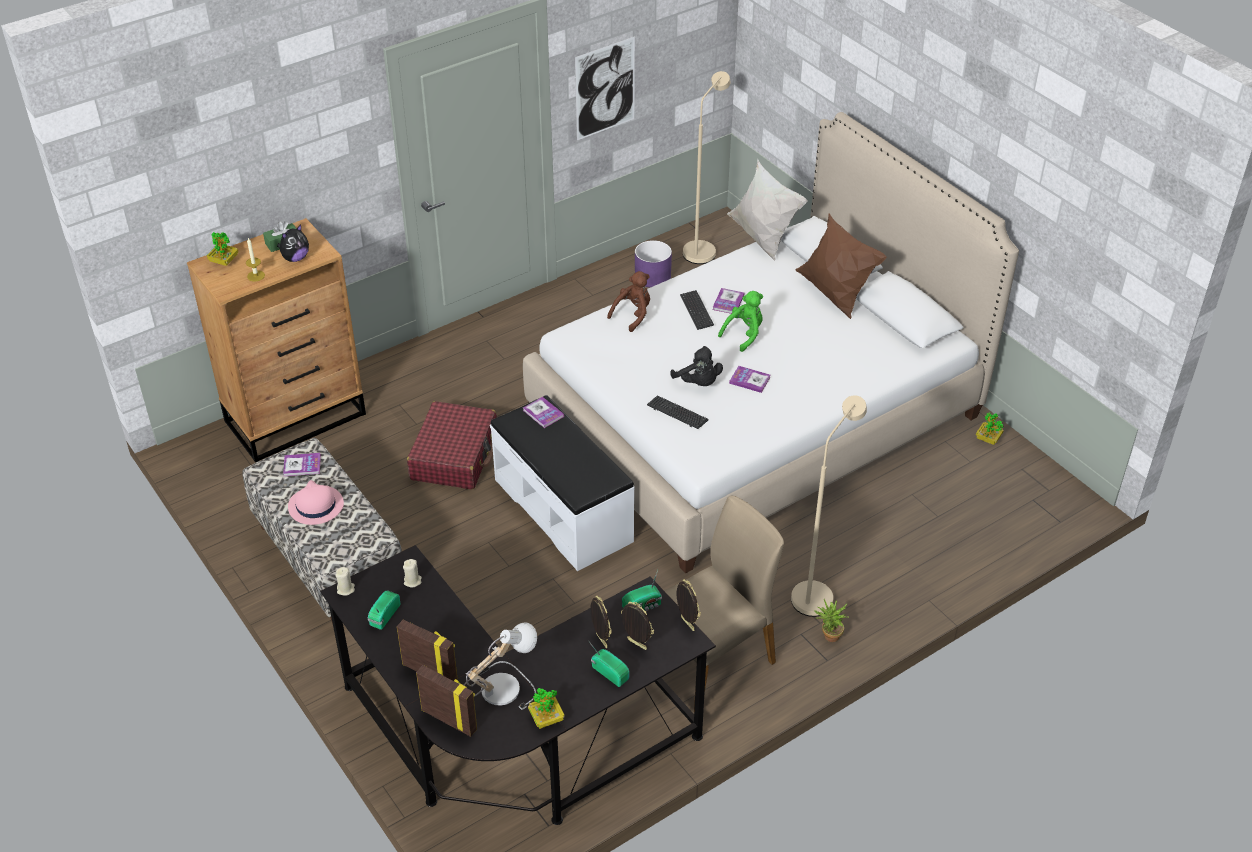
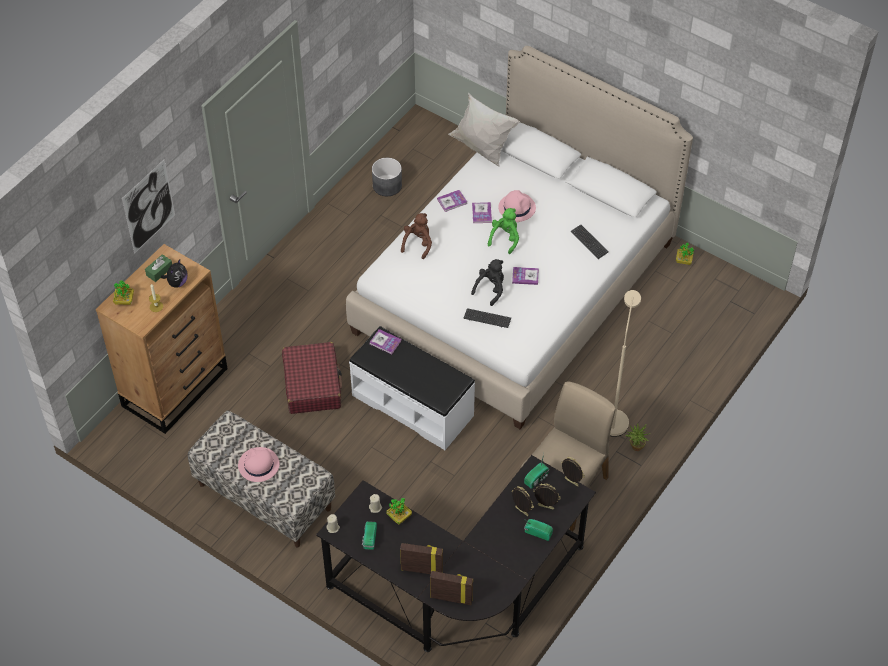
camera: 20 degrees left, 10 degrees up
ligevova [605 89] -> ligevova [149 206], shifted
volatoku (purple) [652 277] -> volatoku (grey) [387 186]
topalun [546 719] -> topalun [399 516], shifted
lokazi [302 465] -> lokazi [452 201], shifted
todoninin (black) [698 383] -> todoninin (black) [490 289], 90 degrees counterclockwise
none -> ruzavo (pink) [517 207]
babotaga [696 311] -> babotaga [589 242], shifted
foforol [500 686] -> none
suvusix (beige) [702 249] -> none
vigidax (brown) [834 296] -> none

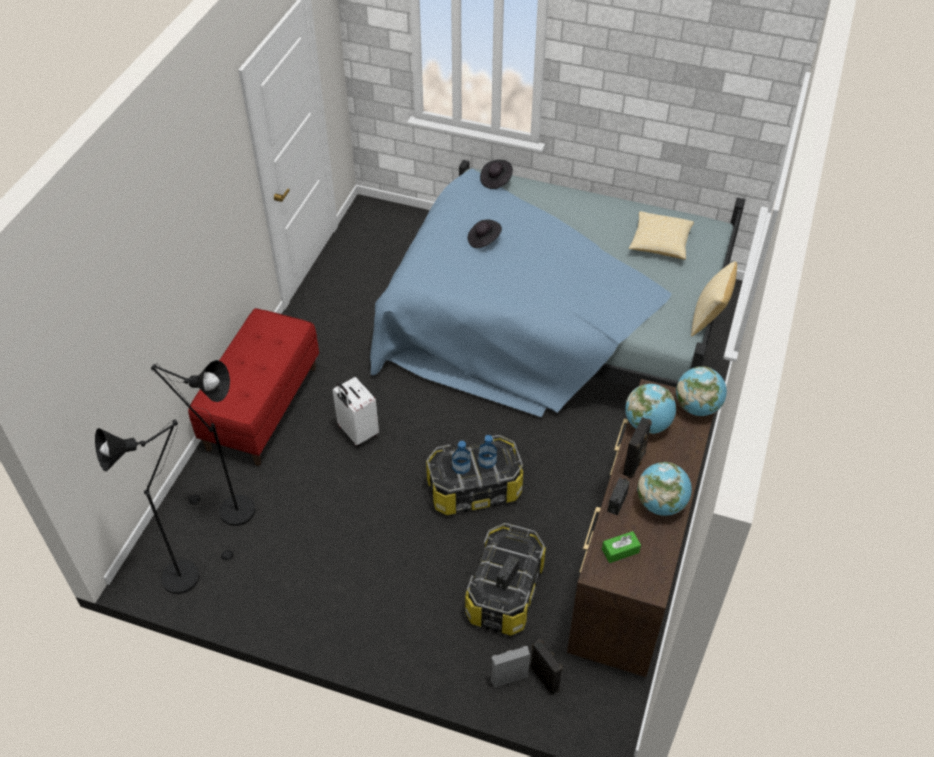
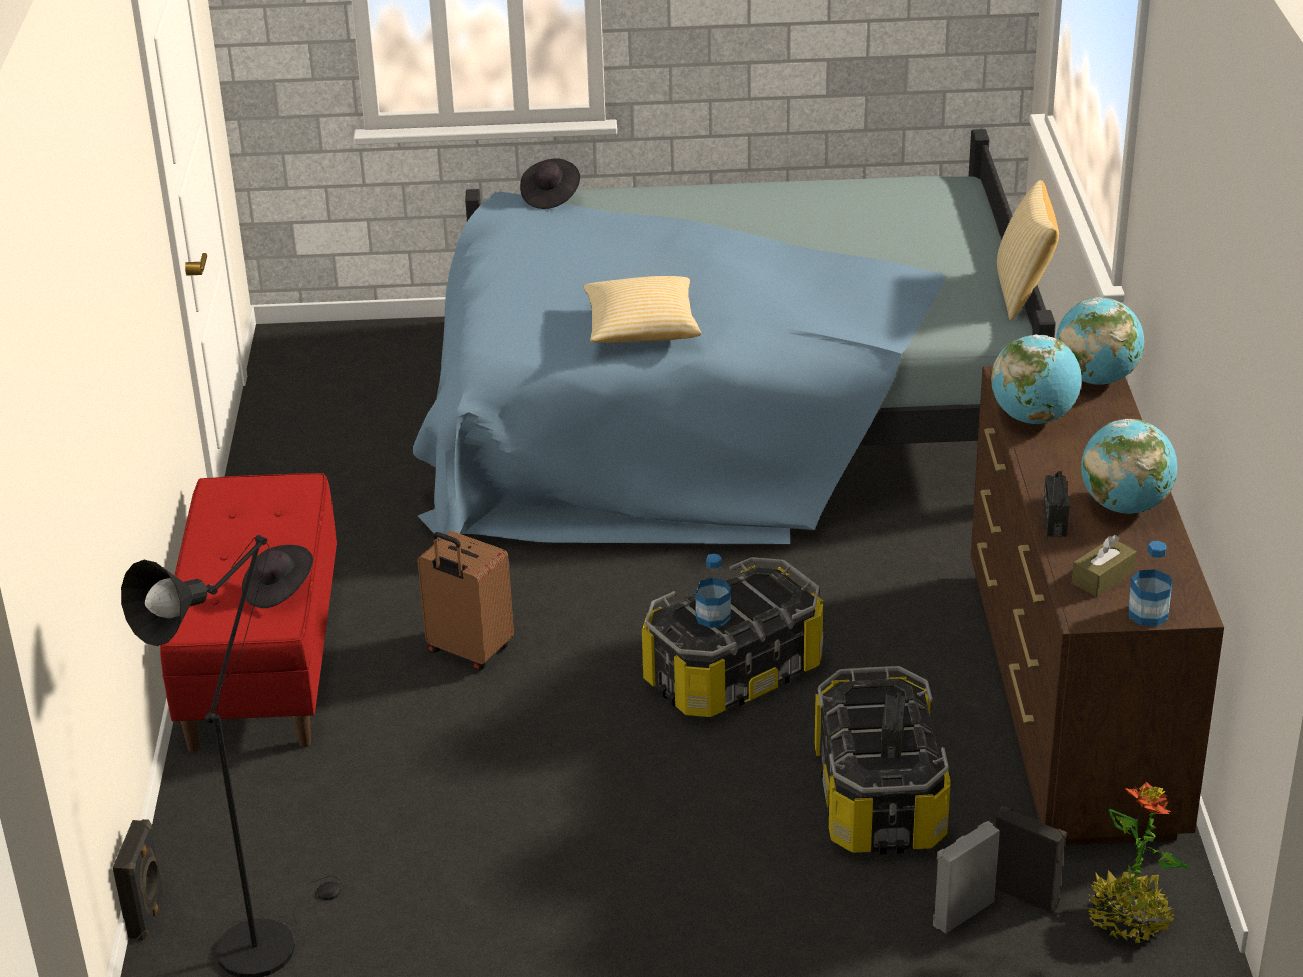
camera: 20 degrees left, 15 degrees down
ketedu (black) [635 463] -> ketedu (black) [148 915], shifted
ruzavo (black) [483 240] -> ruzavo (black) [278 590], shifted
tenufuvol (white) [357 432] -> tenufuvol (brown) [468 651]
vigidax [660 243] -> vigidax [641 329], shifted
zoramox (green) [620 551] -> zoramox (brown) [1102 577]
none -> topalun [1129 920]
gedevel [487 461] -> gedevel [1148 614], shifted
suvusix (black) [230 510] -> none

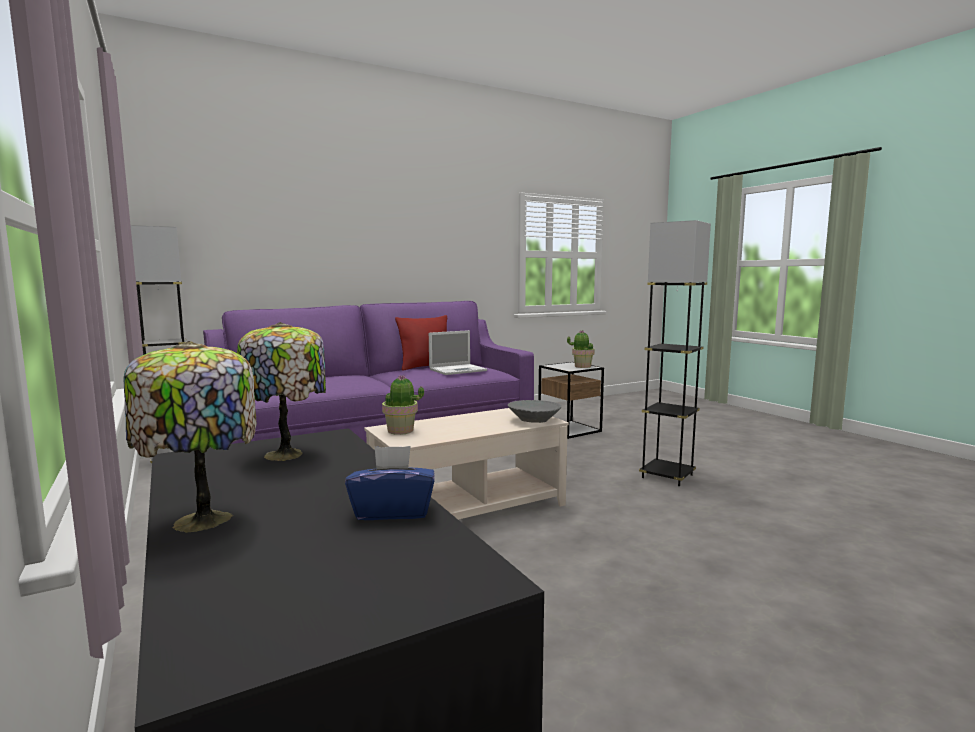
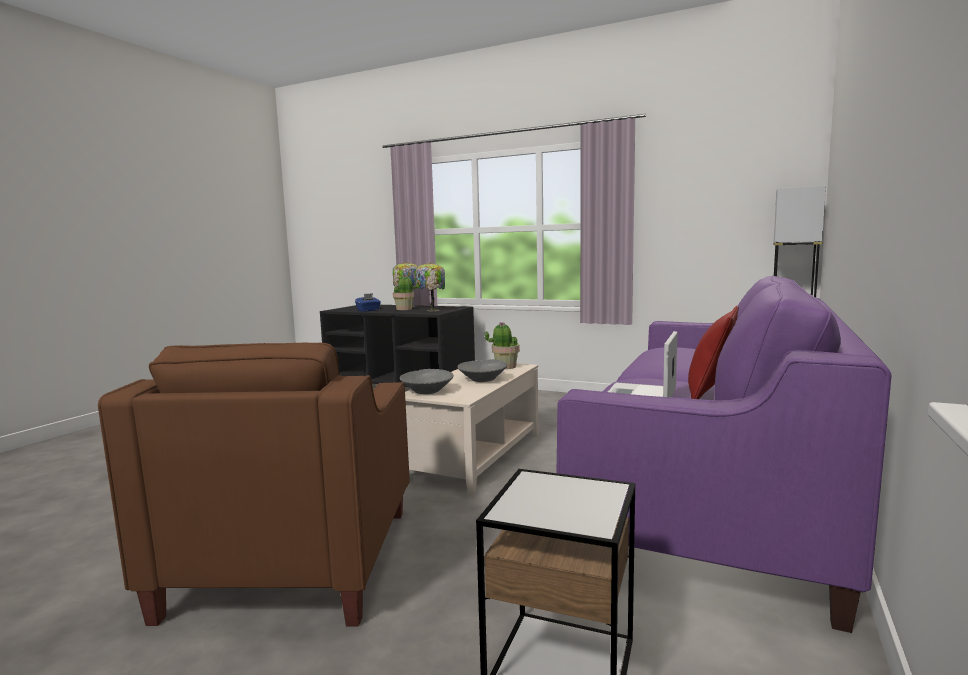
camera: 145 degrees right, 0 degrees up
suvusix (black) [667 476] -> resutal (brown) [294 560]
topalun [582 366] -> topalun [404 309], shifted
none -> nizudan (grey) [483 379]

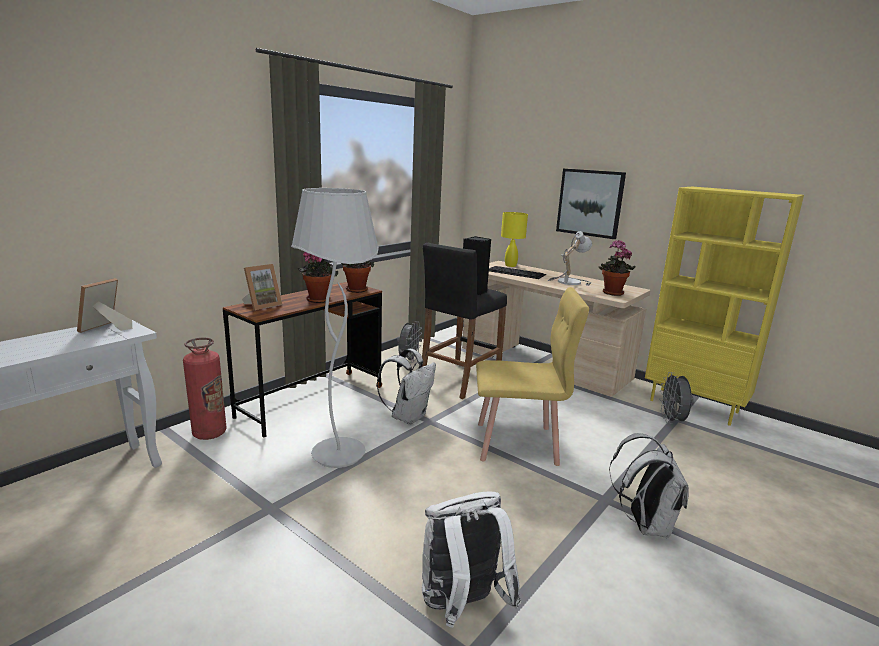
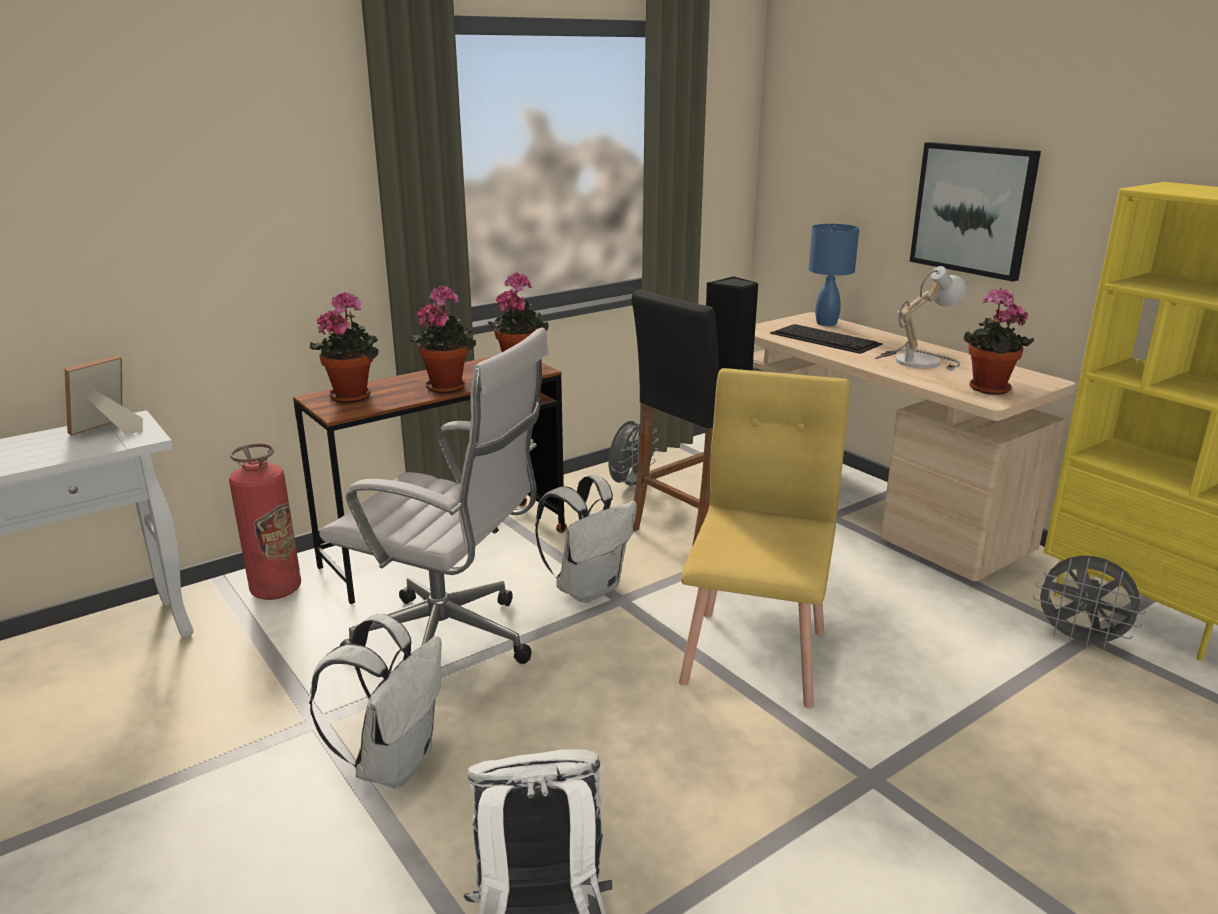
camera: 15 degrees right, 5 degrees up
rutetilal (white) [644 524] -> rutetilal (white) [394 762], shifted
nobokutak [262 305] -> topalun [353 395]
suvusix (white) [339 454] -> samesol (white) [451 644]
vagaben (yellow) [517 444] -> vagaben (yellow) [756 656], 90 degrees counterclockwise
foforol (yellow) [511 265] -> foforol (blue) [827 323]
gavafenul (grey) [672 421] -> gavafenul (grey) [1079 640], 75 degrees counterclockwise

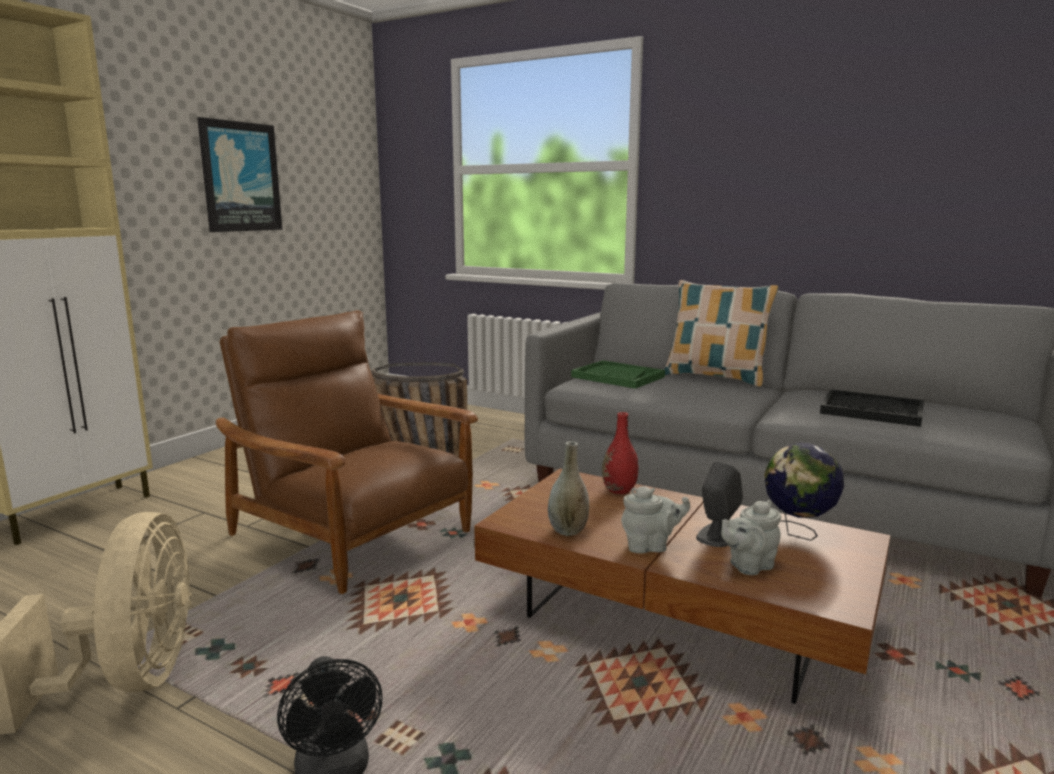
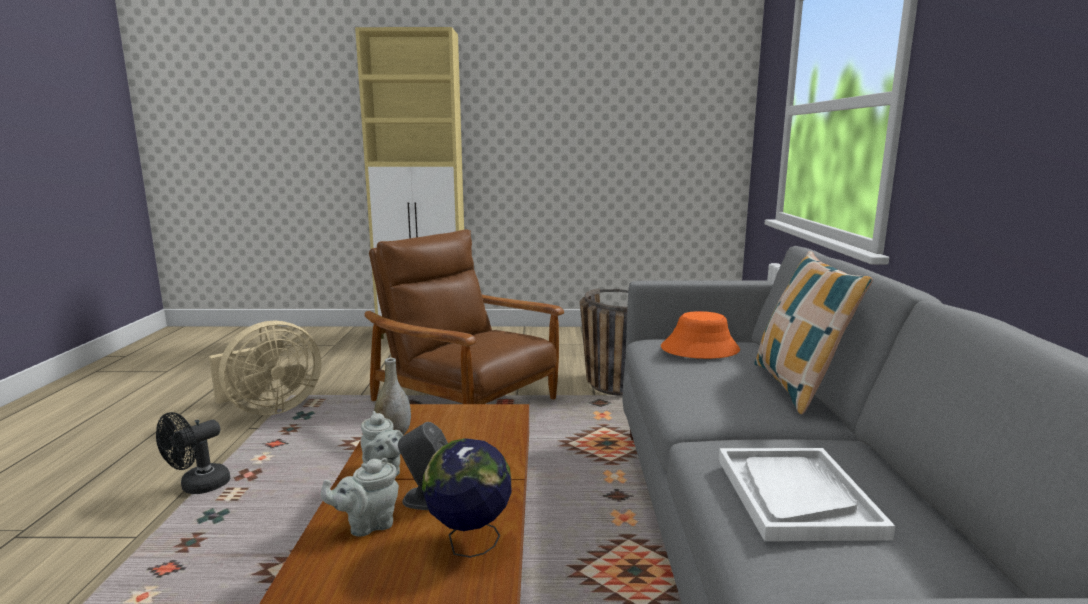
camera: 60 degrees right, 0 degrees up
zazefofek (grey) [748 566] -> zazefofek (grey) [367 525], 60 degrees counterclockwise
resutal (brown) [353 534] -> resutal (brown) [466 401], 60 degrees counterclockwise
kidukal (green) [617 377] -> ruzavo (orange) [699 349]
kidukal (black) [871 411] -> kidukal (white) [795 495]
ligevova [240 177] -> none
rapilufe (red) [619 490] -> none

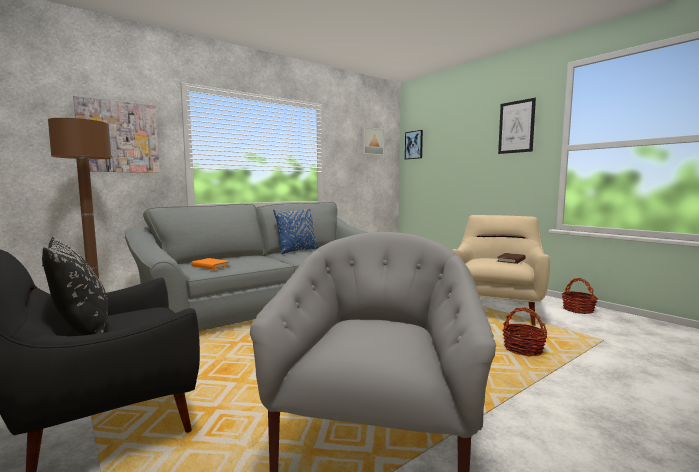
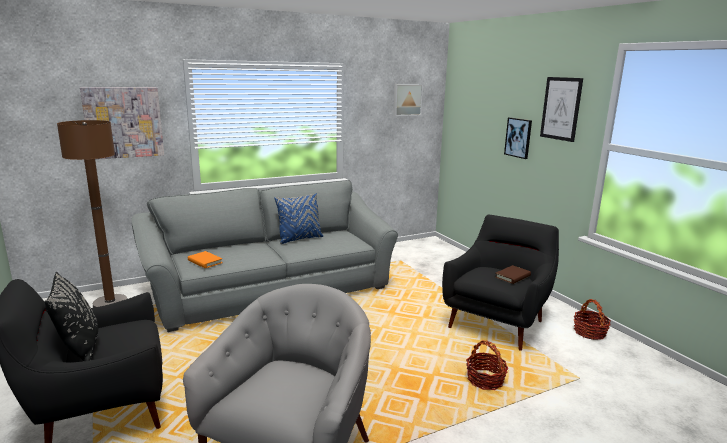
camera: 10 degrees right, 10 degrees up
resutal (beige) [496 309] -> resutal (black) [497 322]
ligevova [414 145] -> ligevova [518 137], shifted

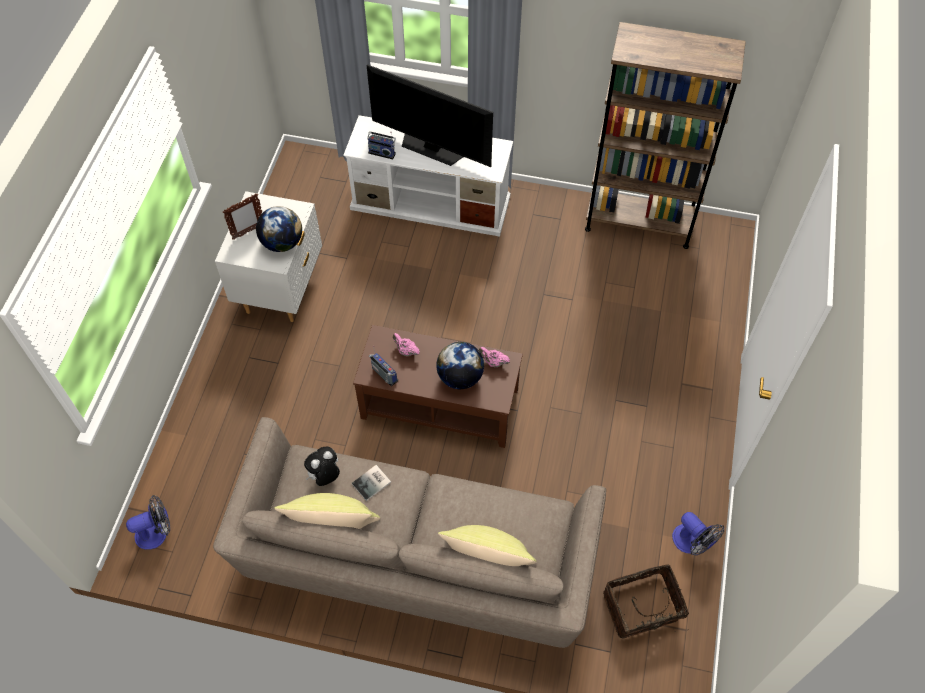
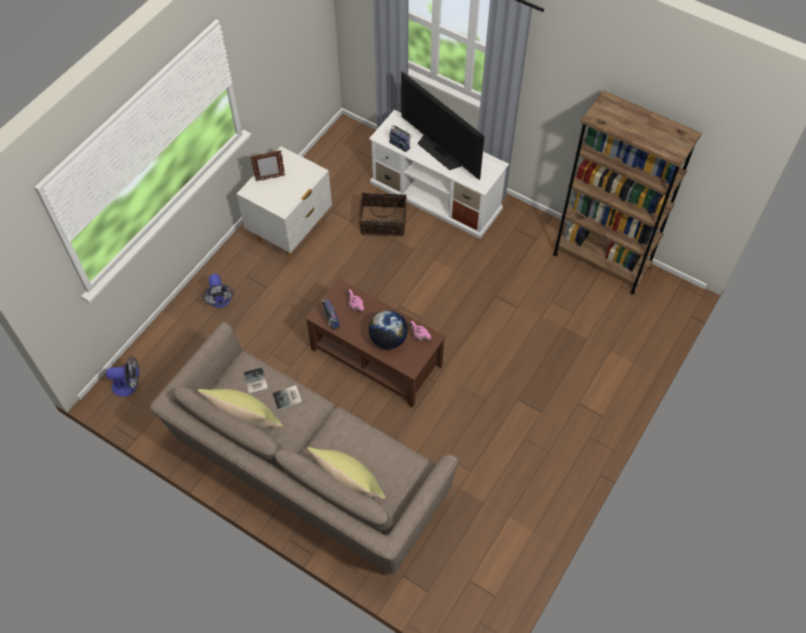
camera: 20 degrees right, 0 degrees up
gavafenul [692 543] -> gavafenul [220 301], shifted
todoninin [325 476] -> lokazi [255 382]
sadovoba [641 609] -> sadovoba [383 223], shifted
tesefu [282 243] -> none

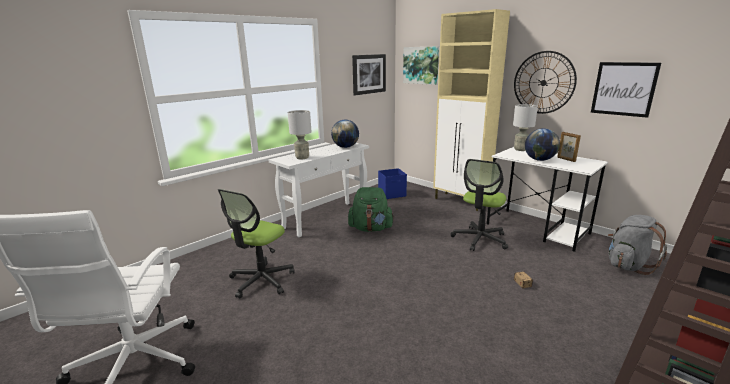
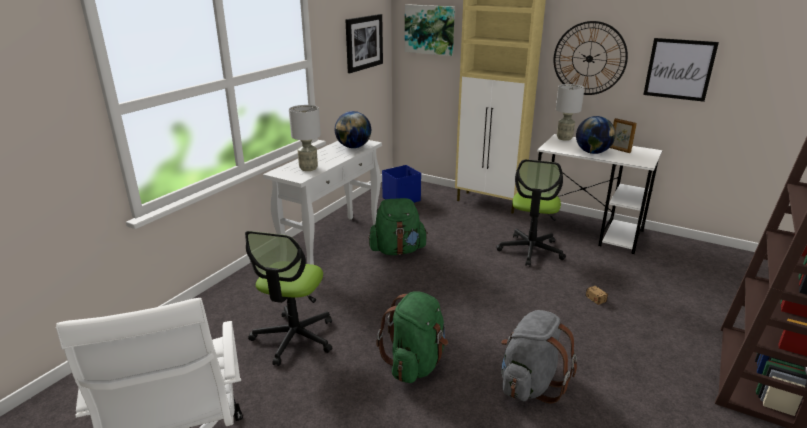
camera: 15 degrees left, 5 degrees up
none -> rutetilal (green) [416 363]
rutetilal (grey) [628 265] -> rutetilal (grey) [530 384], shifted

